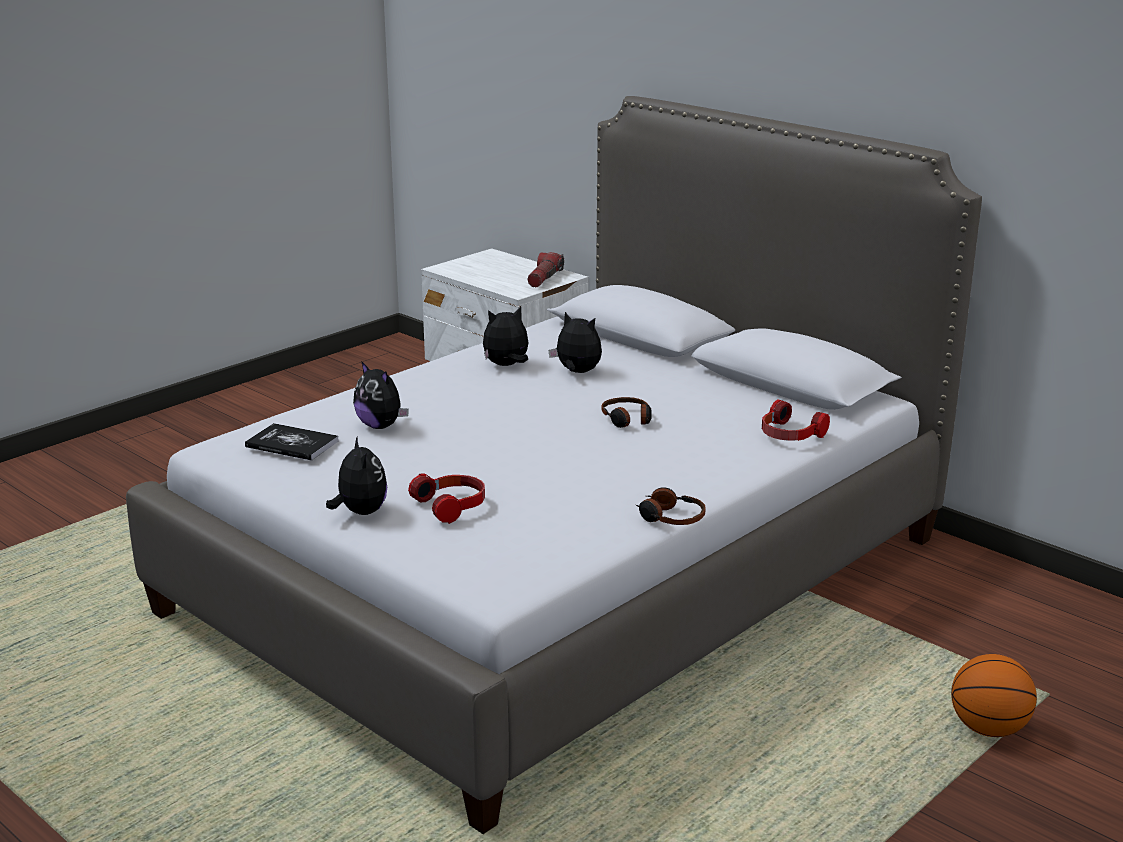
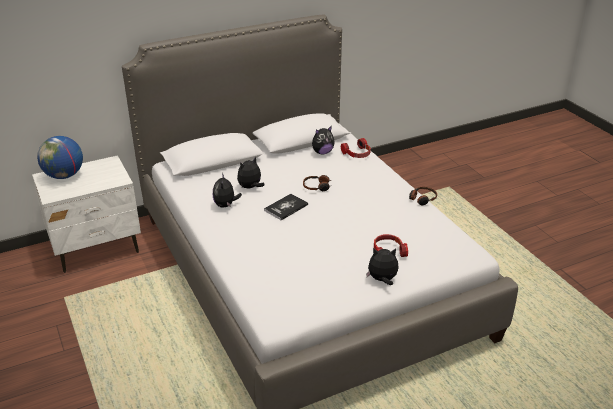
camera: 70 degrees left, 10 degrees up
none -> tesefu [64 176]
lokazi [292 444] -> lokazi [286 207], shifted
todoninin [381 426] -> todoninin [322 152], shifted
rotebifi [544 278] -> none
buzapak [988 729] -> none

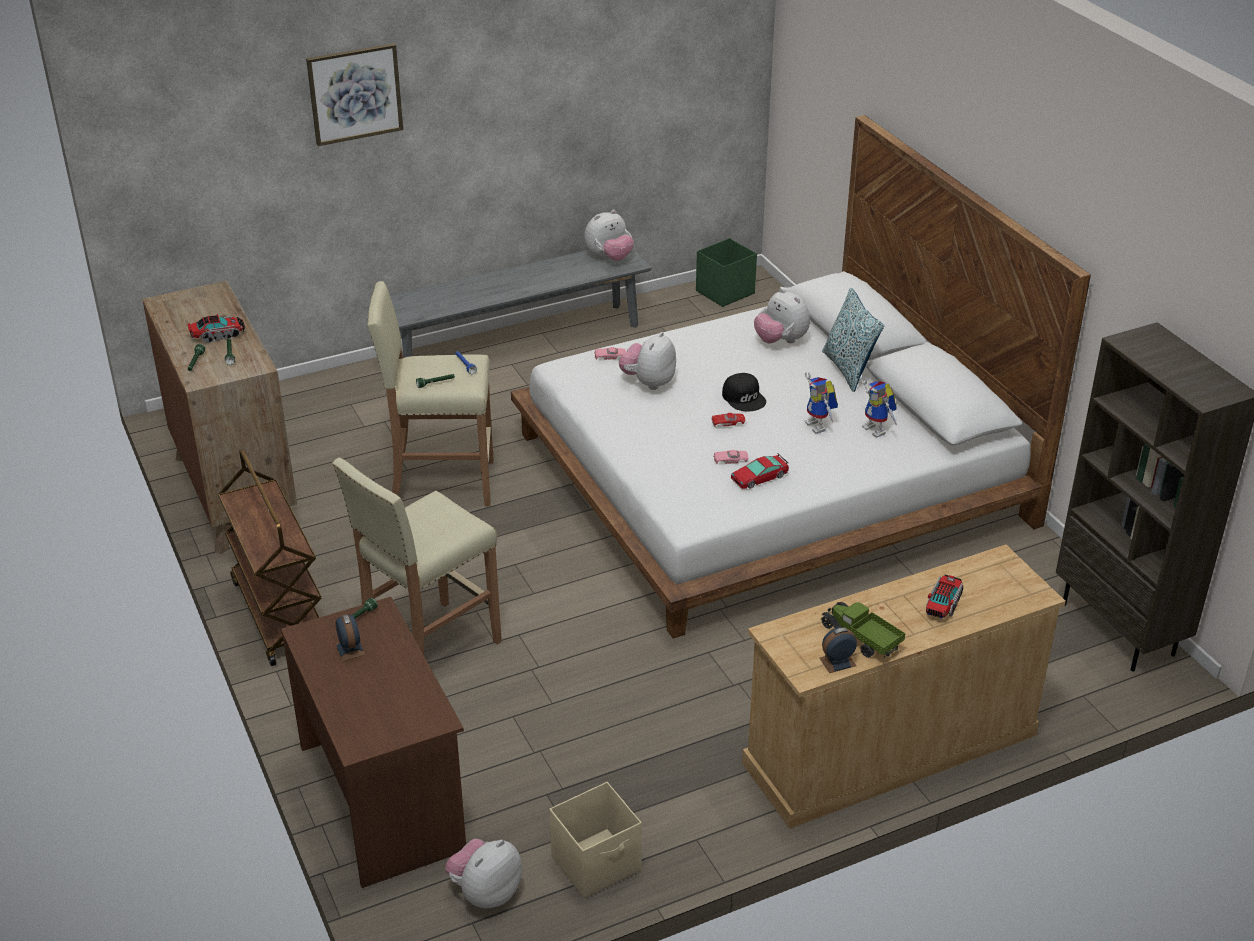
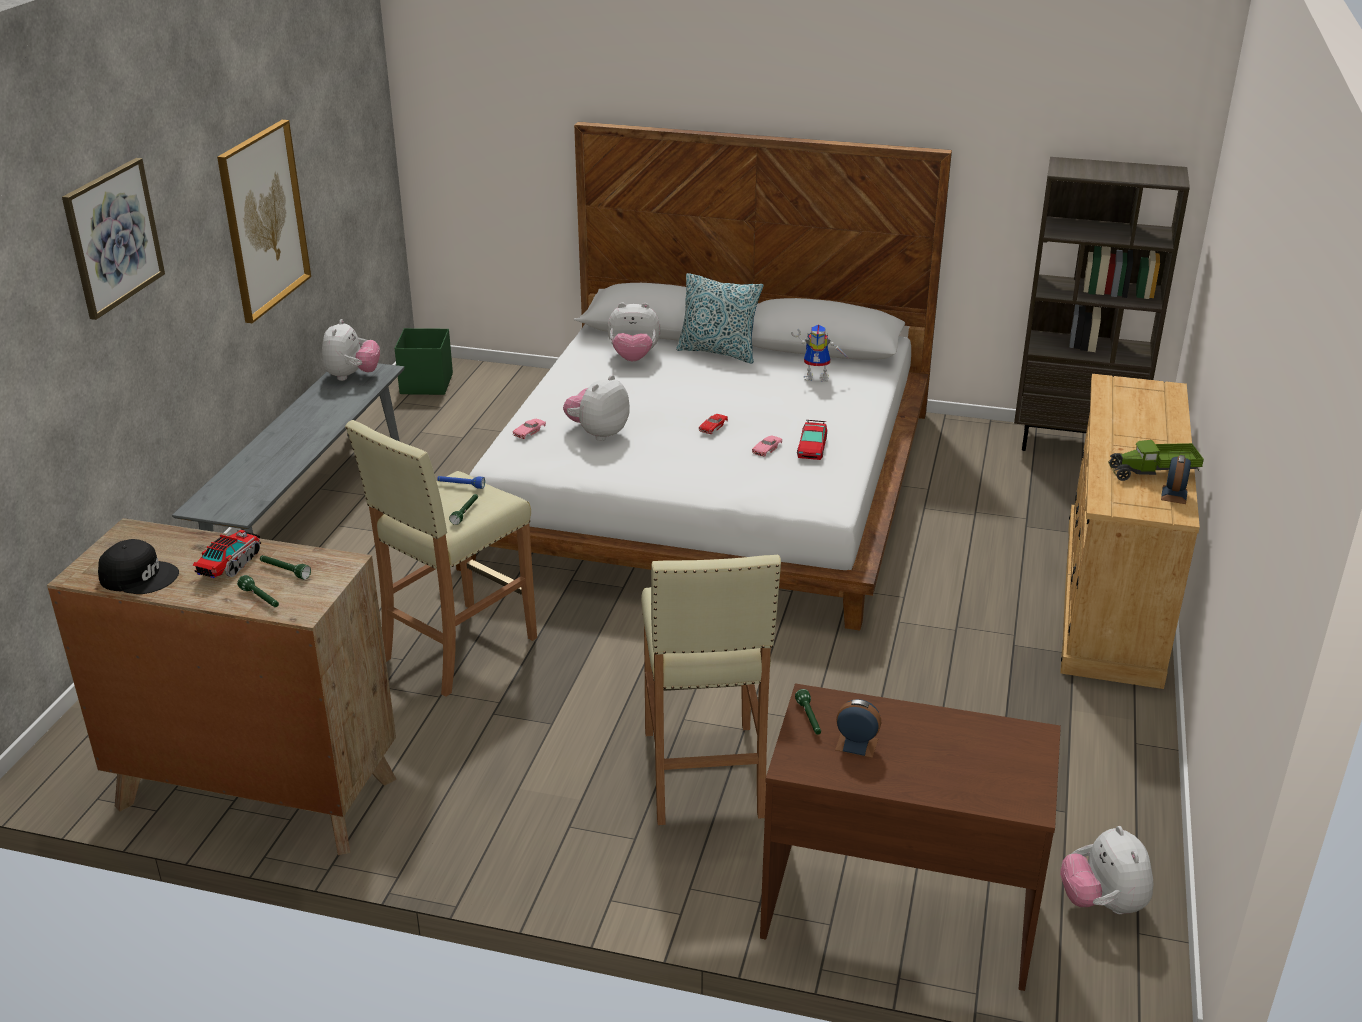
camera: 50 degrees left, 5 degrees down
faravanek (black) [744 398] -> faravanek (black) [139 576], shifted
none -> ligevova [263 220]
todoninin [648 382] -> todoninin [598 433], 60 degrees clockwise
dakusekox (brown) [279 614] -> none
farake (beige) [597 863] -> none
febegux [819 426] -> none
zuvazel [943 604] -> none

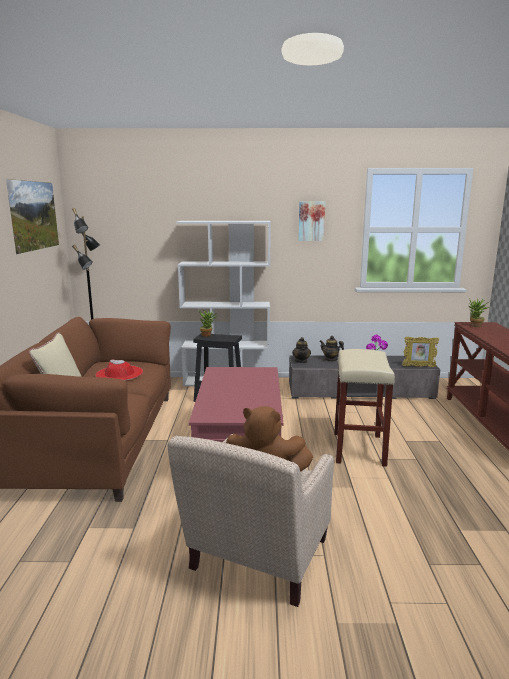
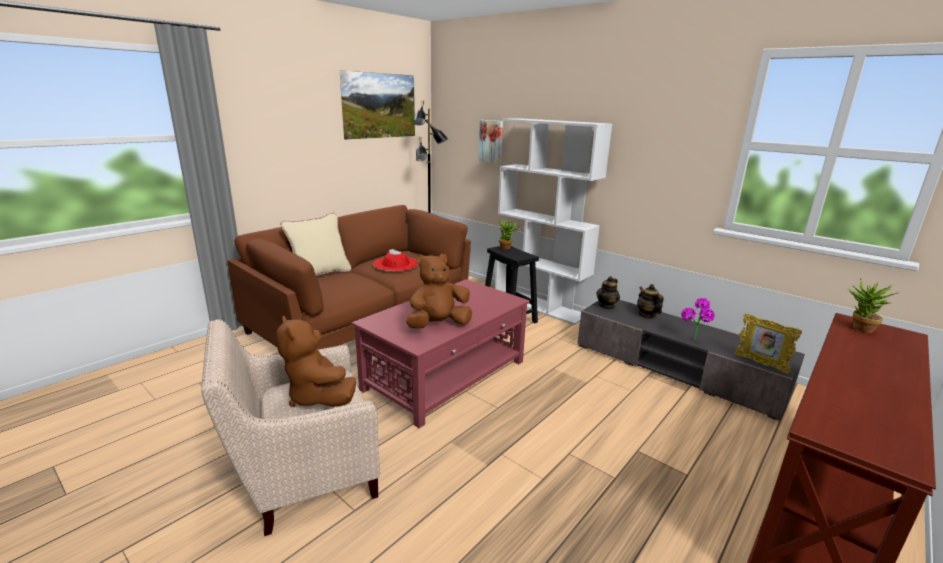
camera: 40 degrees right, 5 degrees up
none -> todoninin (brown) [438 325]
ligevova [311 221] -> ligevova [491 141], shifted
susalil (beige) [359 449] -> none

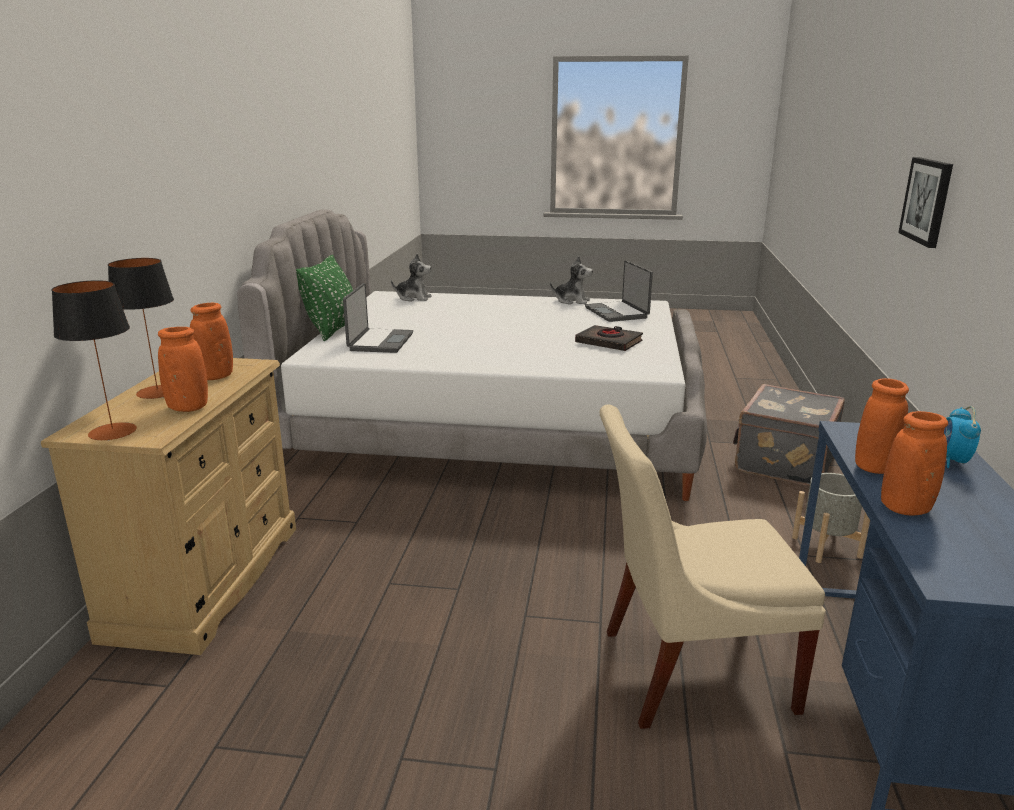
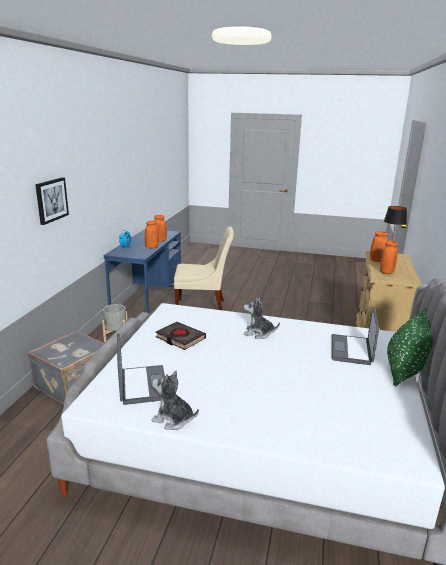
camera: 175 degrees left, 0 degrees up
todoninin [414 298] -> todoninin [258 333], shifted
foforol [157 392] -> none

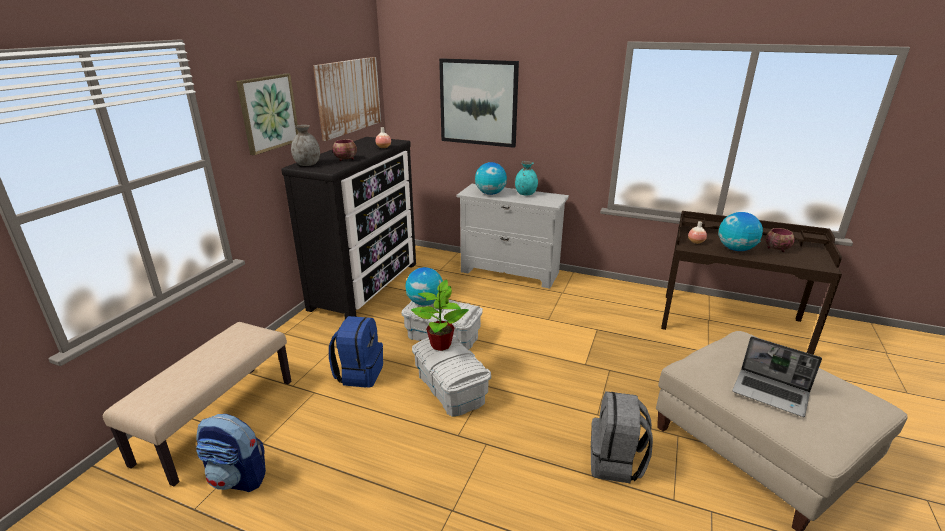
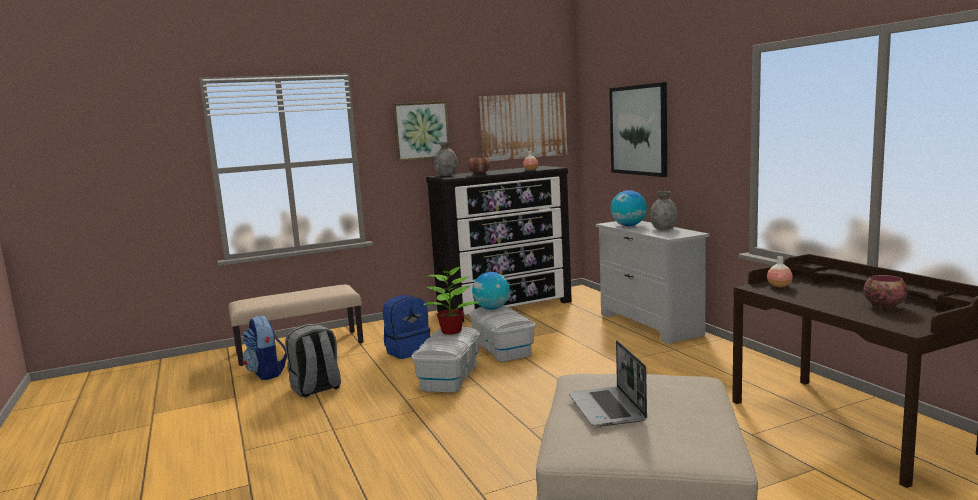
camera: 45 degrees right, 15 degrees down
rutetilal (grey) [616 463] -> rutetilal (grey) [316 388], shifted
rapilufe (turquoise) [525 194] -> rapilufe (grey) [663 228]
tesefu [735 249] -> none

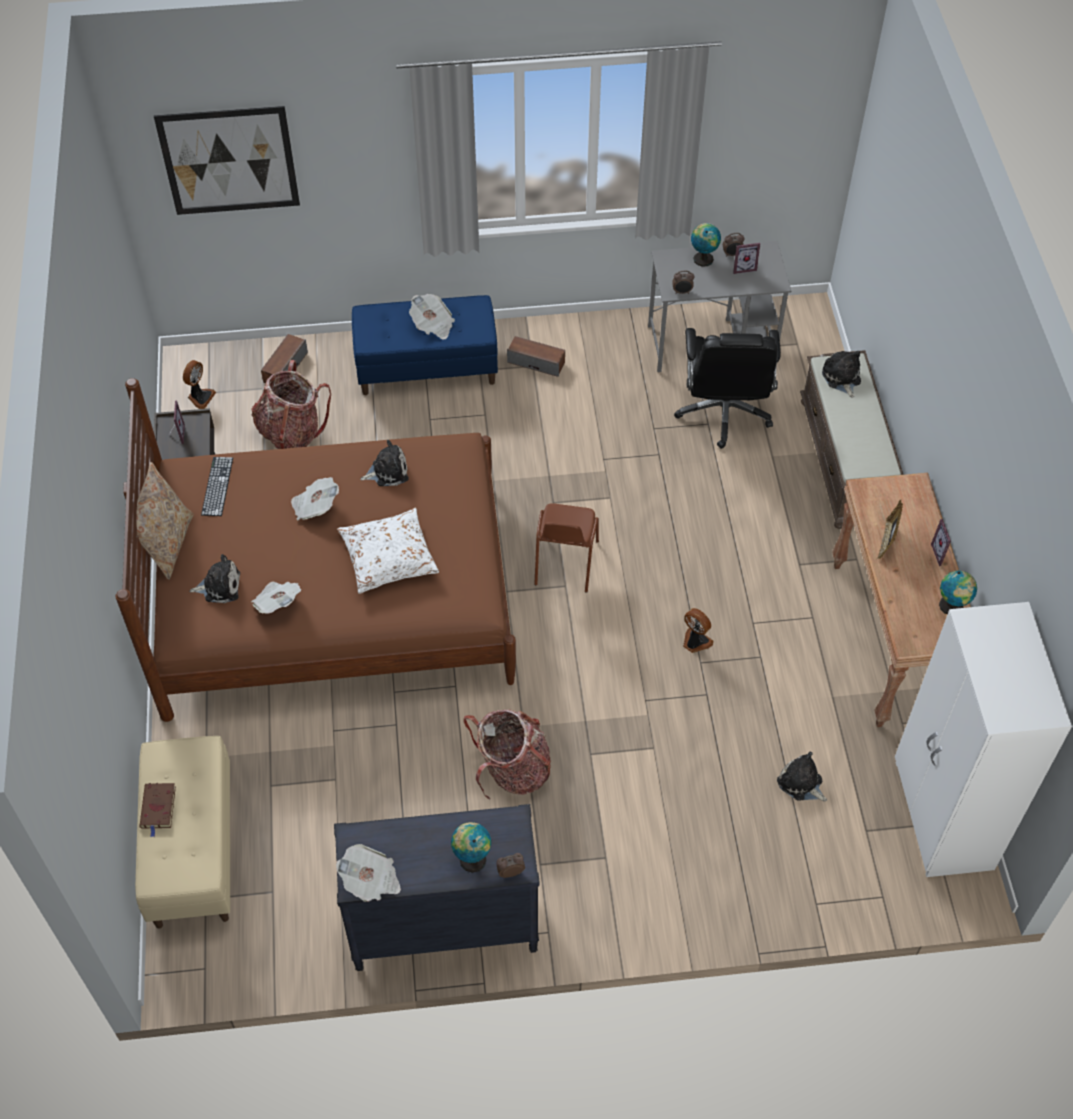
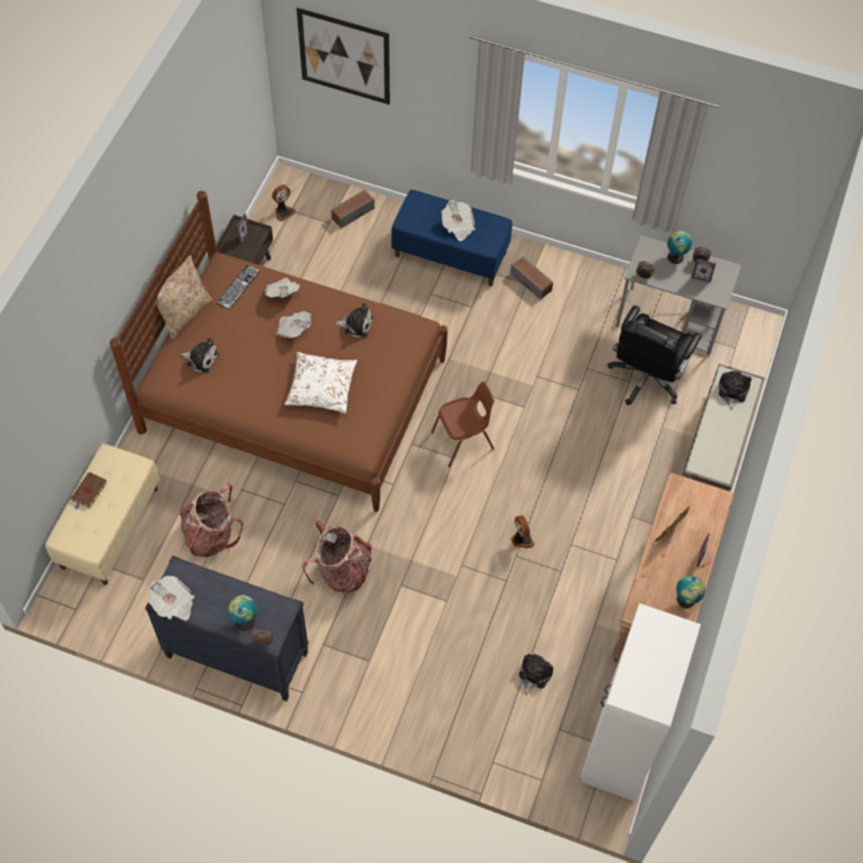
camera: 25 degrees right, 5 degrees up
rutetilal [292 432] -> rutetilal [211 535], shifted
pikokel [277 603] -> pikokel [283 293], shifted
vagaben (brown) [565 563] -> vagaben (brown) [463 441], 150 degrees counterclockwise
todoninin [801 783] -> todoninin [534 674], 45 degrees clockwise

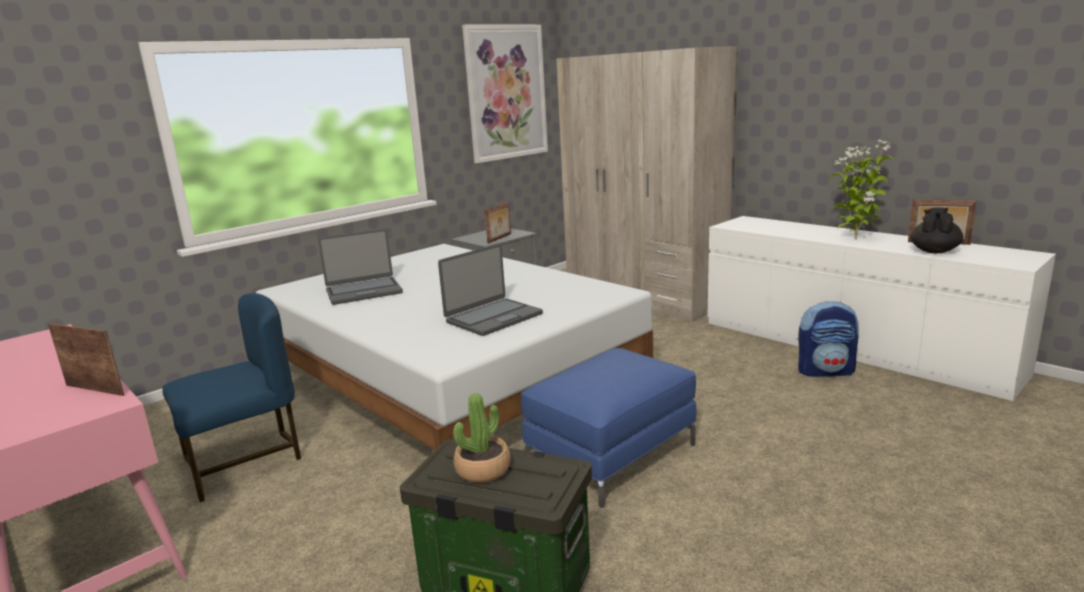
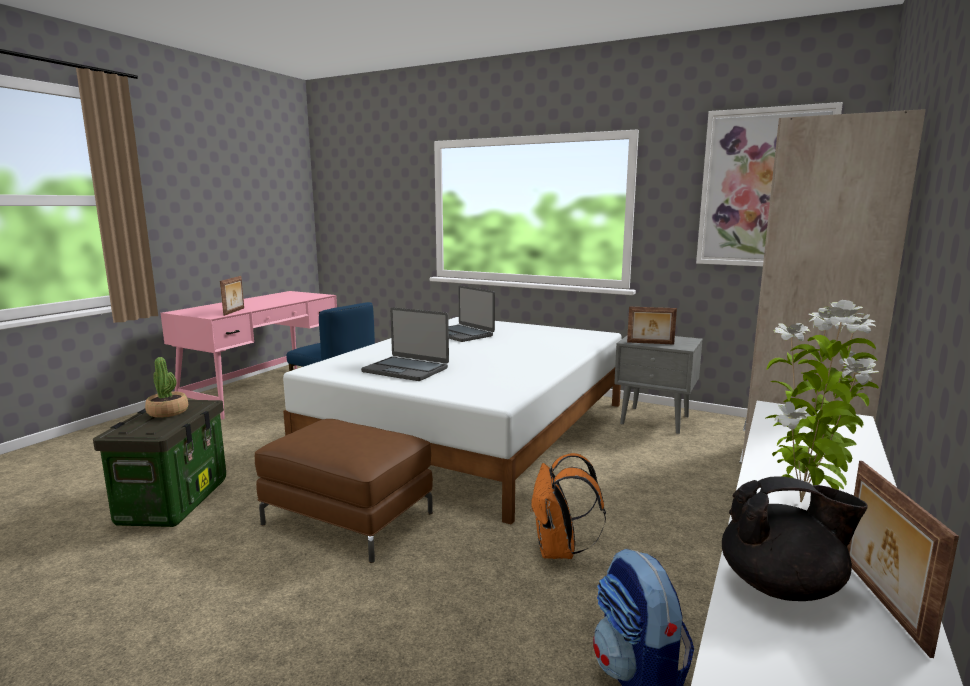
camera: 70 degrees right, 5 degrees down
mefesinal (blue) [611 455] -> mefesinal (brown) [348 518]
none -> rutetilal (orange) [559 551]

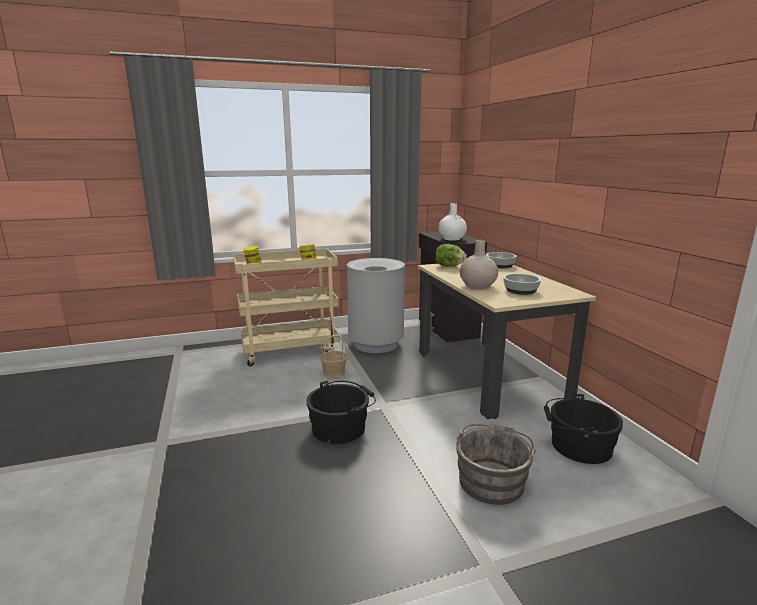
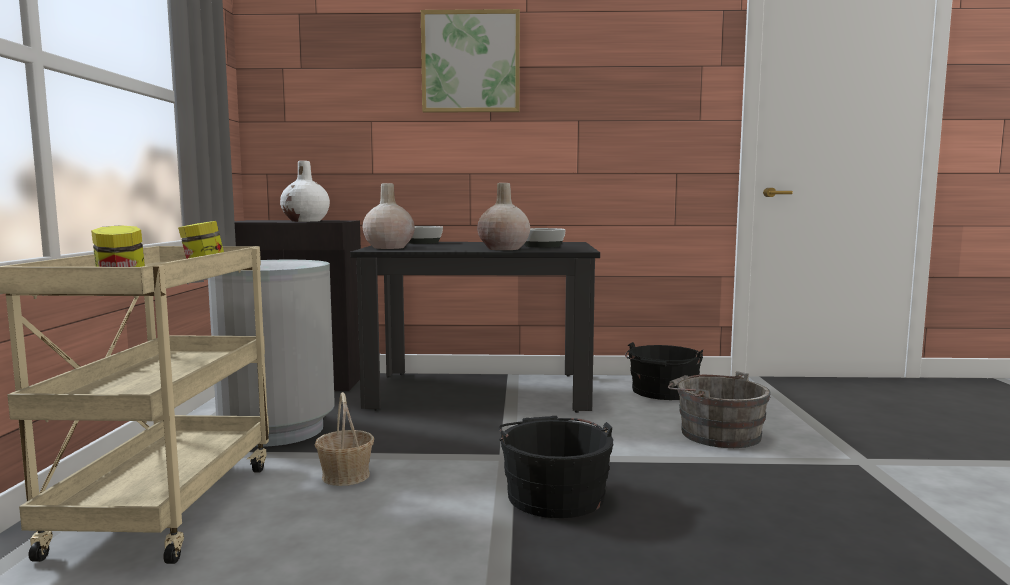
camera: 70 degrees left, 10 degrees down
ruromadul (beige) [488 375] -> ruromadul (black) [480 391]
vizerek [449 266] -> rapilufe (beige) [388 247]
none -> ligevova [470 62]

